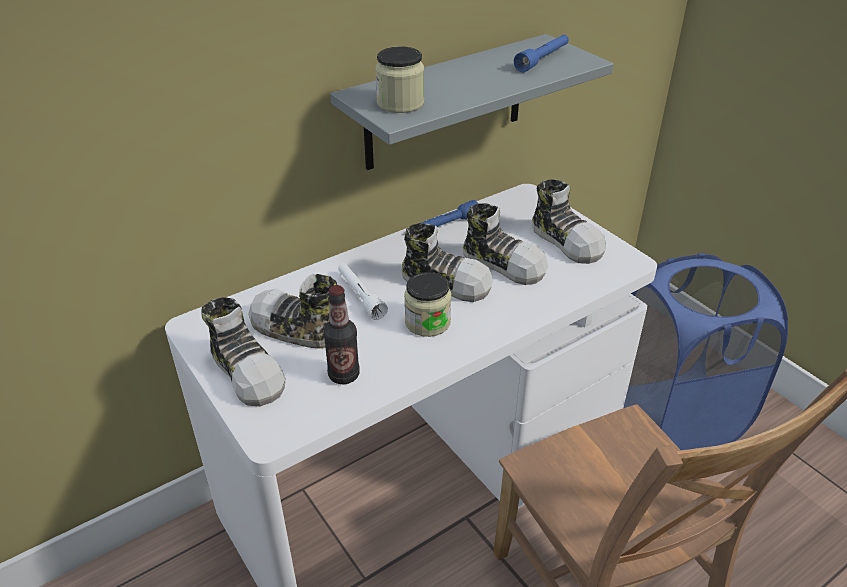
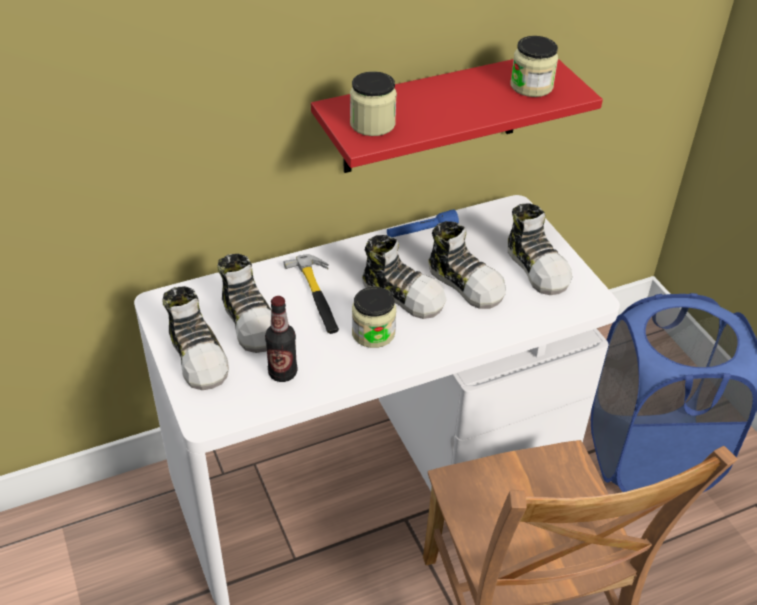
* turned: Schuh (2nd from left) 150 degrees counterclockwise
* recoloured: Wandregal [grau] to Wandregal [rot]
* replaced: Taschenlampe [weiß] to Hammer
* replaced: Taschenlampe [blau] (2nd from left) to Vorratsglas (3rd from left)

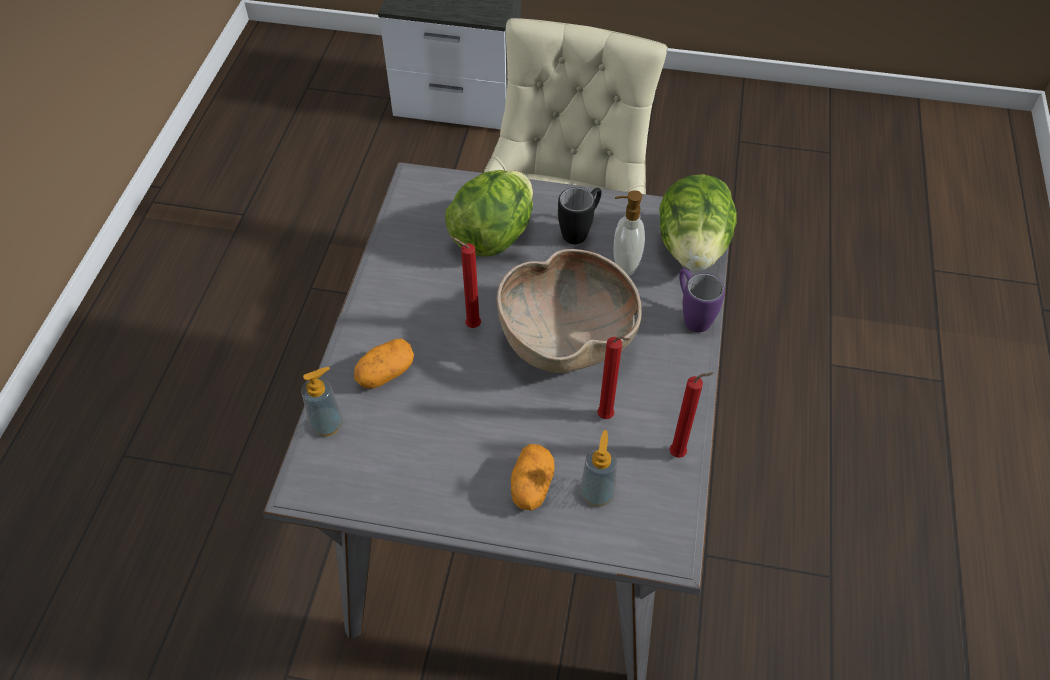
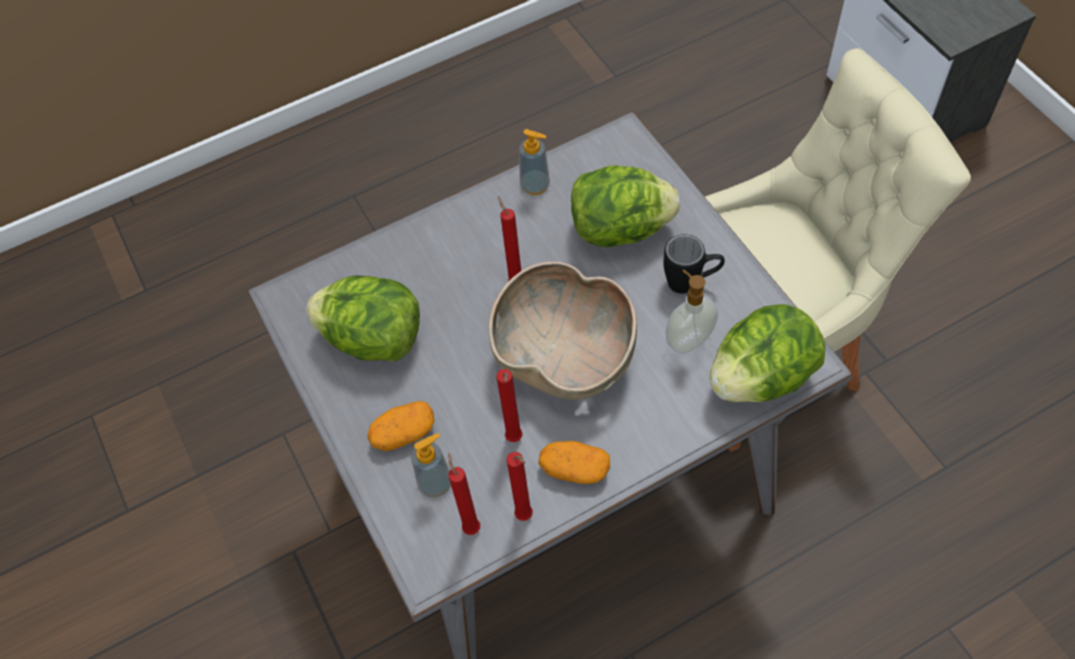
* moved: Seifenspender (1st from left in the first image) to Seifenspender (2nd from left)
* moved: Kartoffel (1st from left in the first image) to Kartoffel (2nd from left)
* removed: Henkelbecher [lila]
* added: Salatkopf (1st from left)
* added: Kerze [rot] (1st from left)

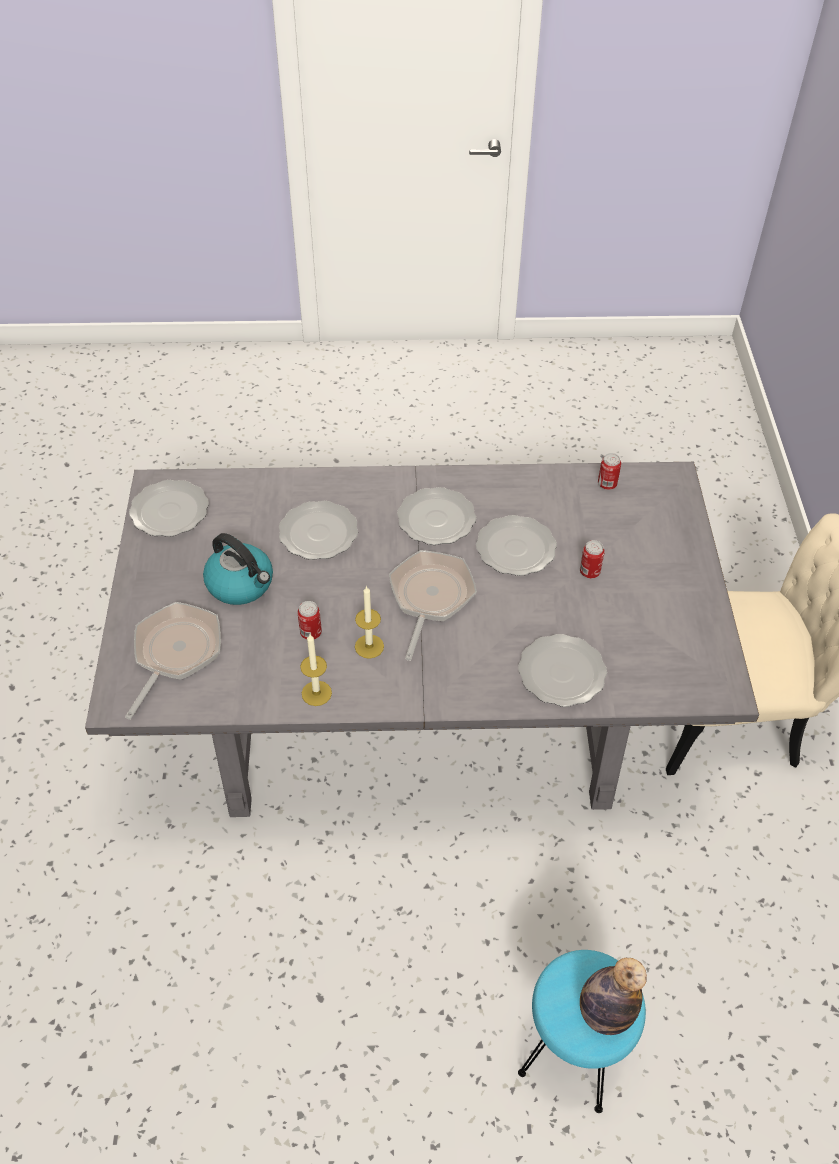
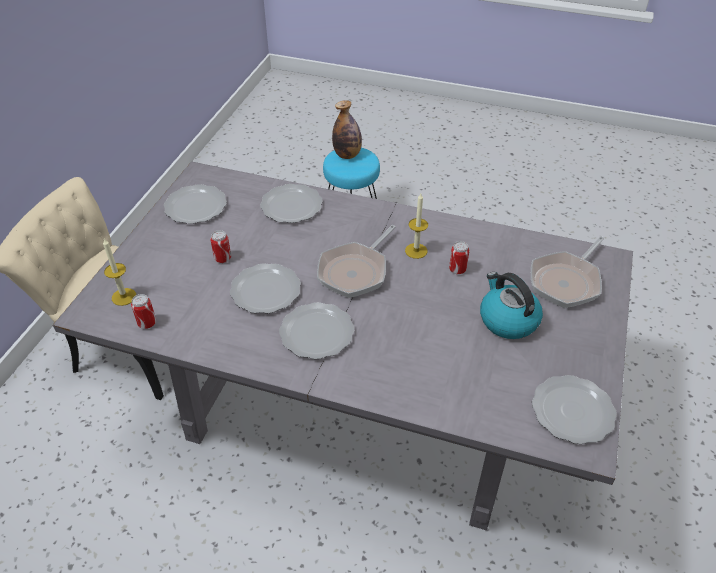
* moved: Teller (2nd from left in the first image) to Teller (1st from left)
* moved: Kerze (1st from left)

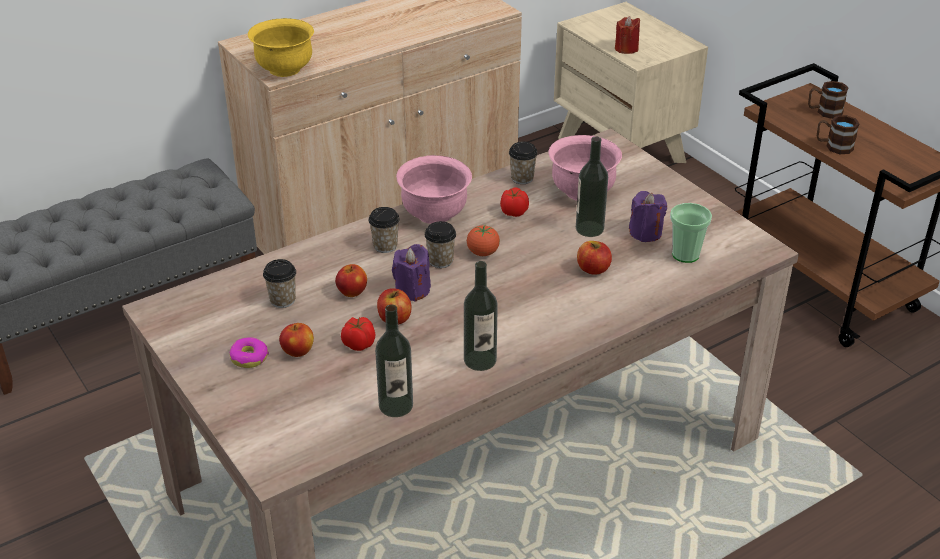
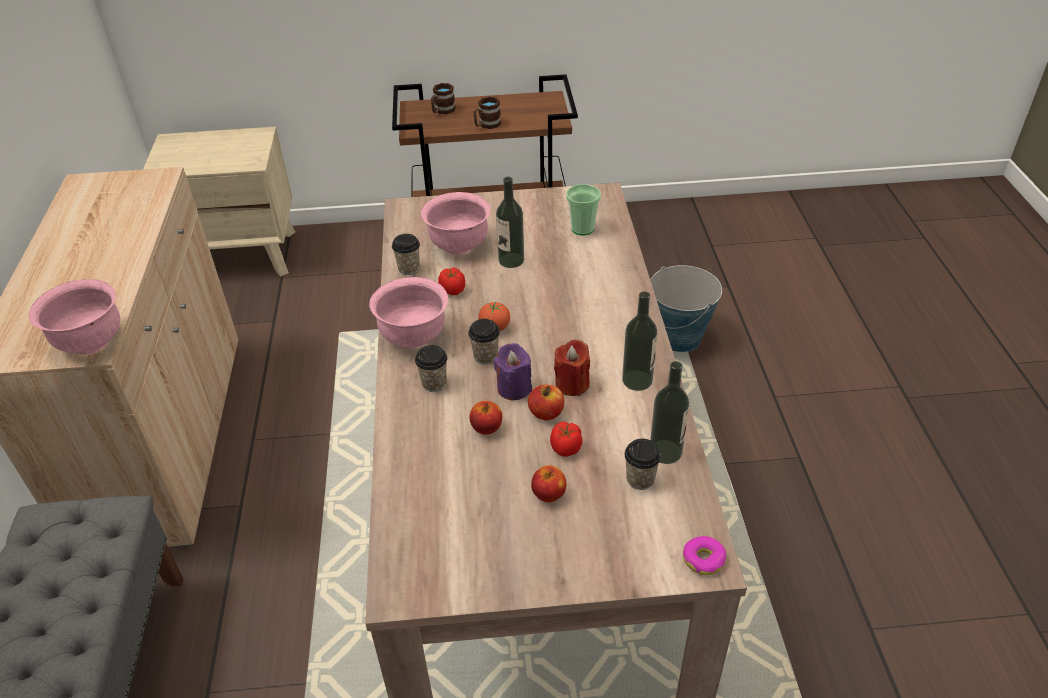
* moved: Donut
* recoloured: Schüssel [gelb] to Schüssel [rosa] (1st from left)
* moved: Tasse (1st from left in the first image) to Tasse (5th from left)
* removed: Apfel (4th from left)
* moved: Kerze [rot]
* removed: Kerze [lila] (2nd from left)
* added: Eimer

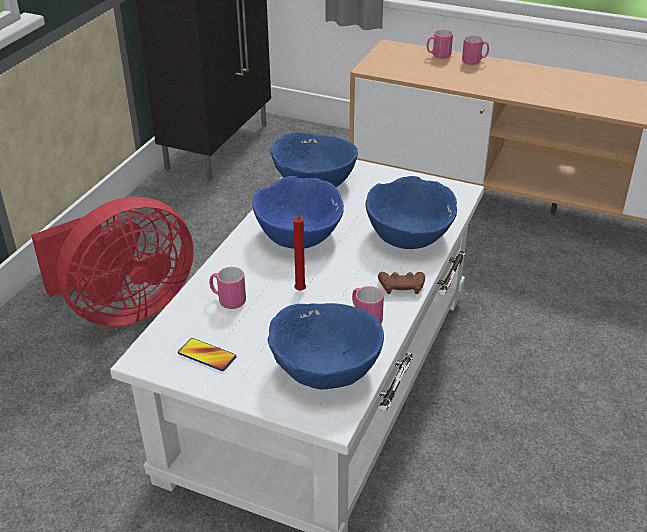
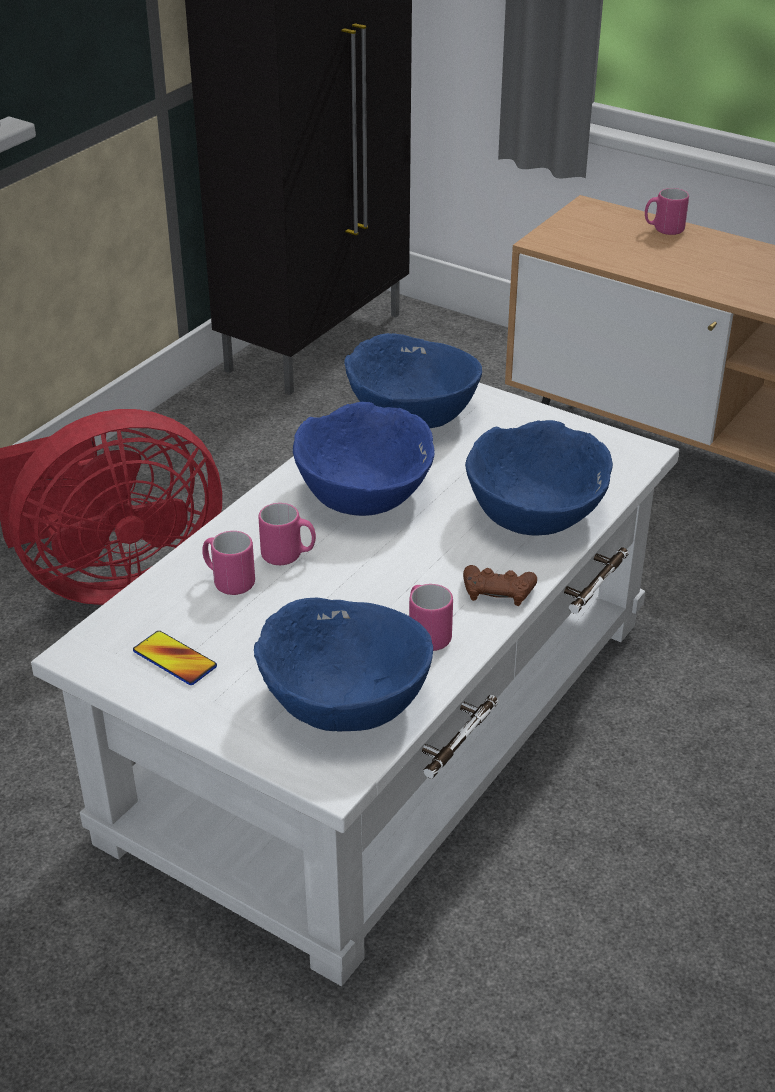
* removed: Kerze [rot]
* moved: Henkelbecher [rosa] (4th from left in the first image) to Henkelbecher [rosa] (2nd from left)

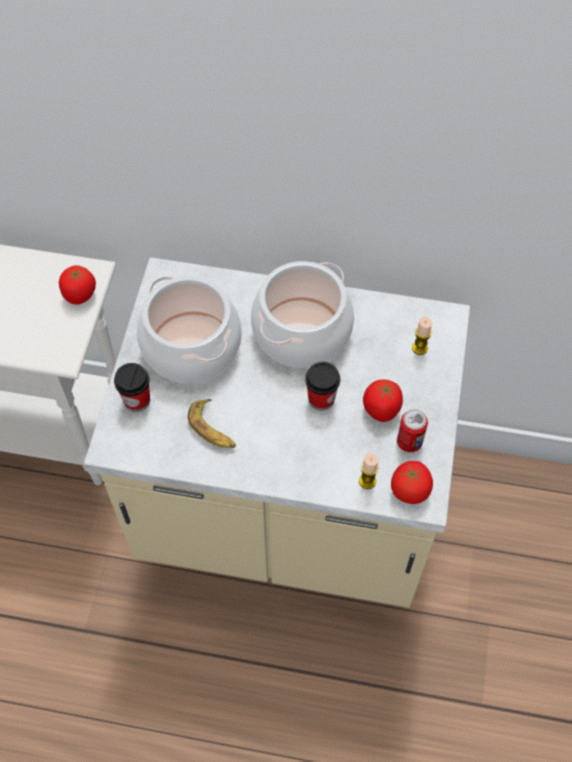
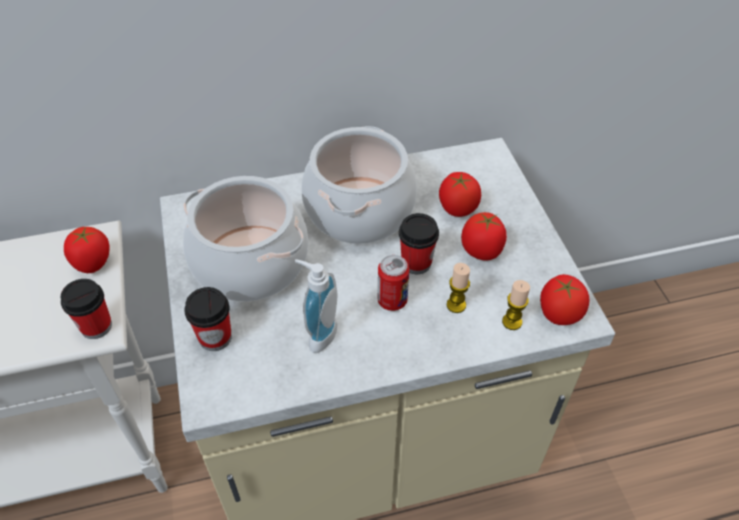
* replaced: Banane to Seifenspender
* moved: Dose
* moved: Kerze (2nd from left in the first image) to Kerze (1st from left)
* added: Tasse (1st from left)
* added: Tomate (2nd from left)

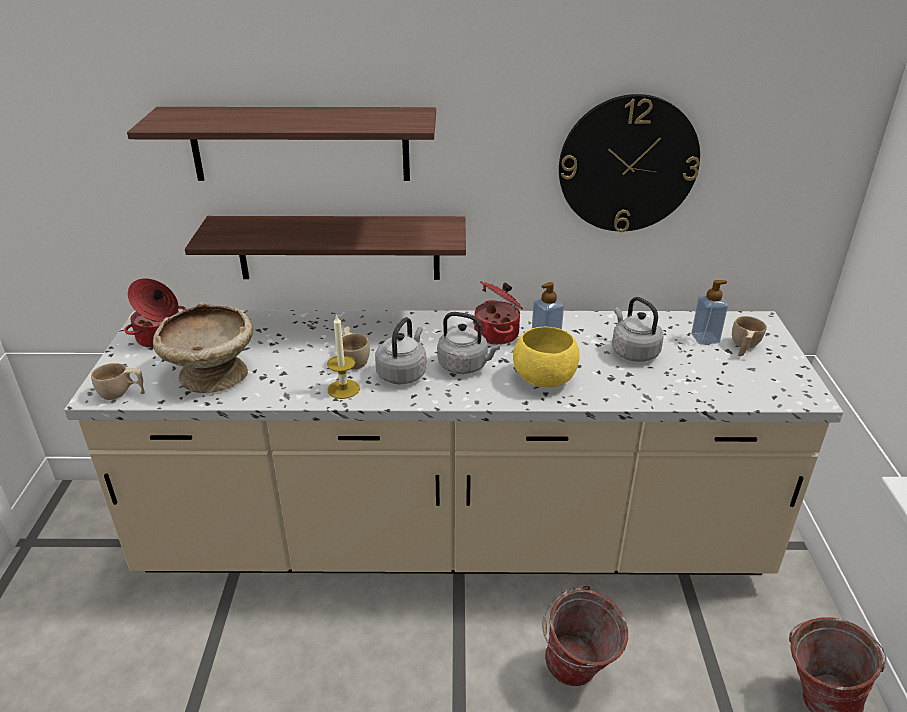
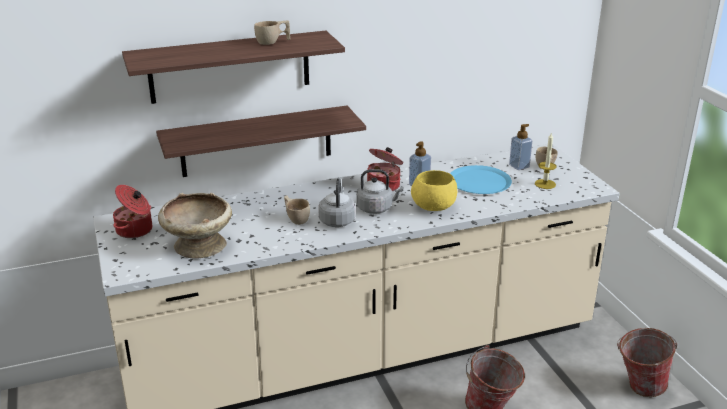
* moved: Tasse [beige] (1st from left)
* moved: Kerze
* removed: Wanduhr
* replaced: Wasserkessel [grau] (3rd from left) to Teller [blau]

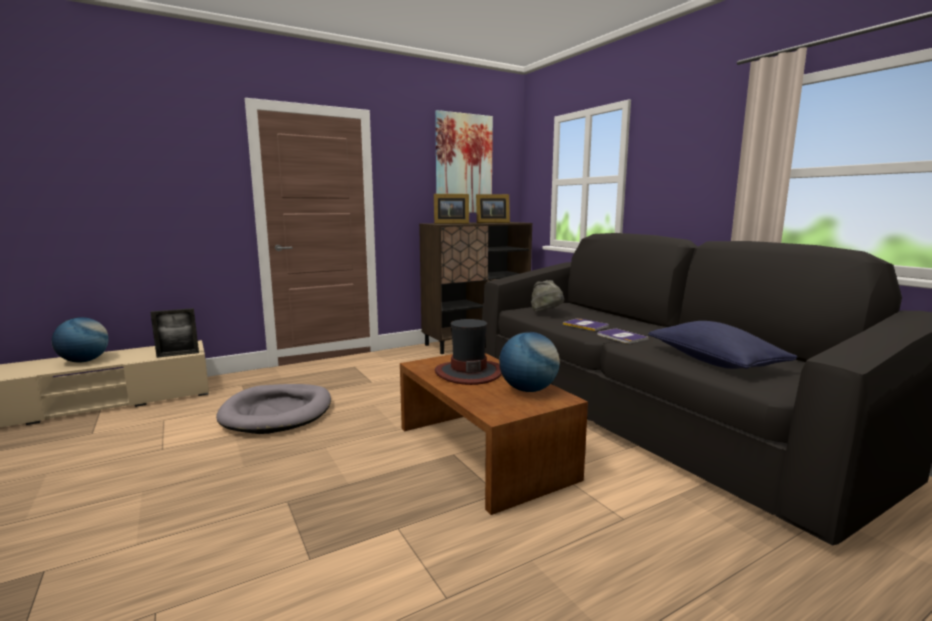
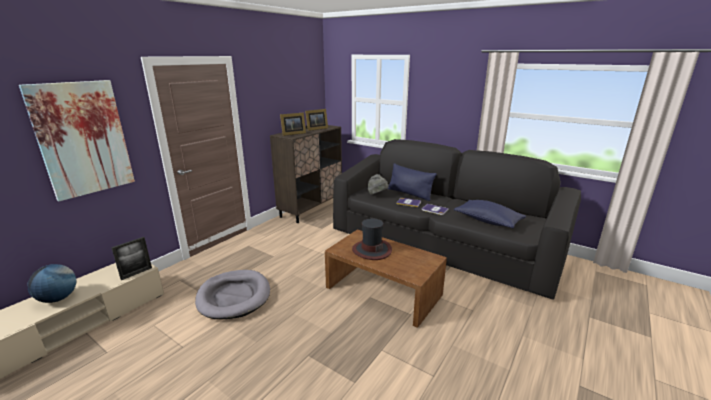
* moved: Bild
* removed: Globus (2nd from left)
* added: Kissen [blau] (1st from left)

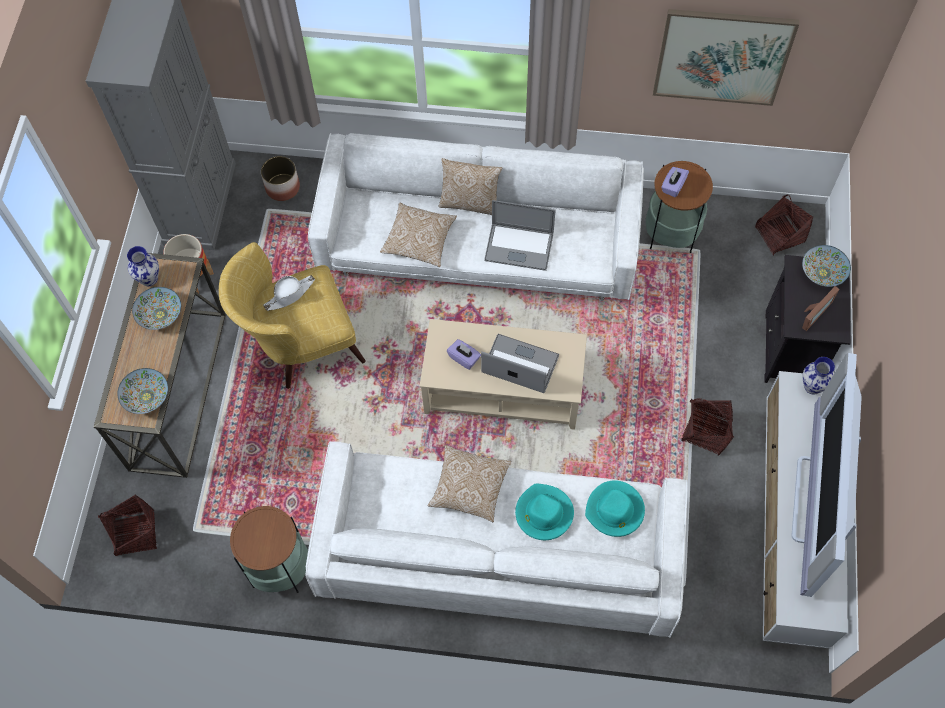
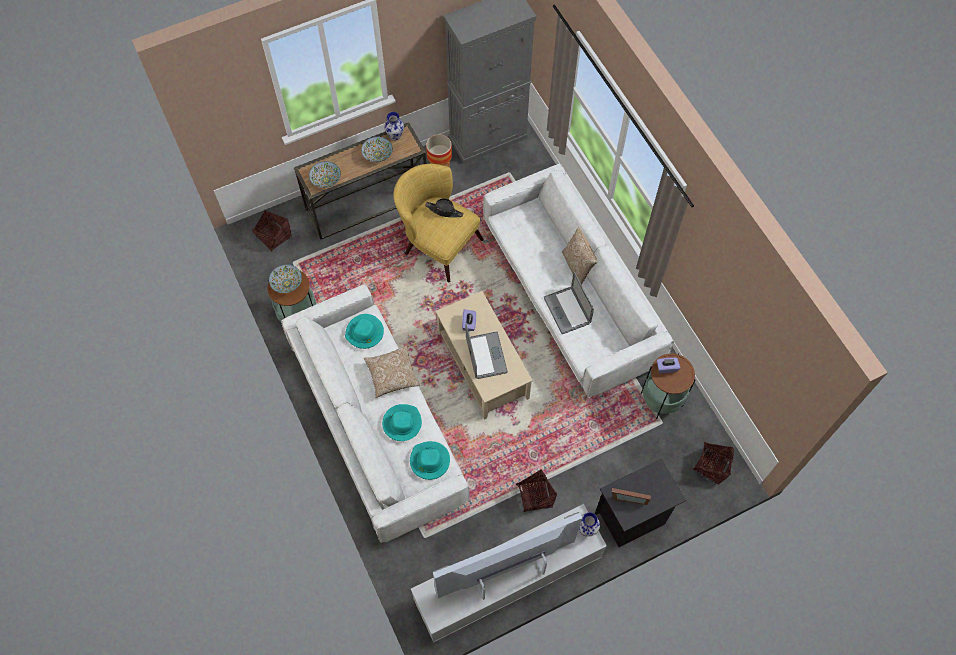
* removed: Pflanzkübel (2nd from left)
* recoloured: Hut [weiß] to Hut [schwarz]
* removed: Kissen (1st from left)
* removed: Bild
* moved: Schüssel (3rd from left in the first image) to Schüssel (1st from left)
* added: Hut [türkis] (1st from left)

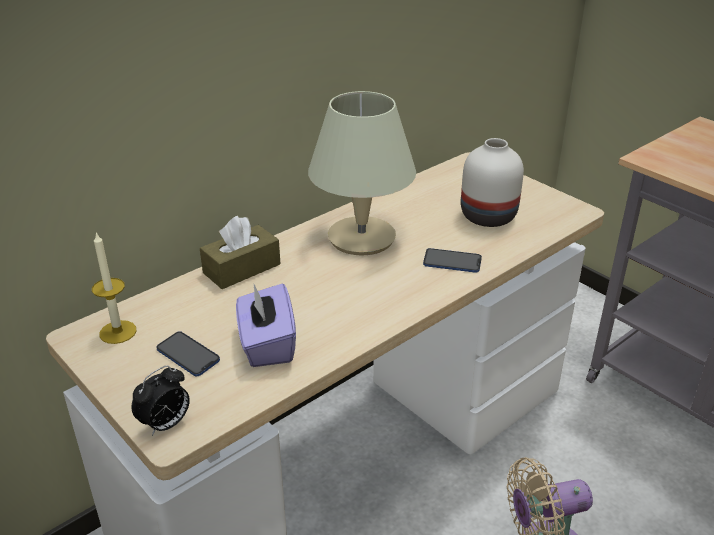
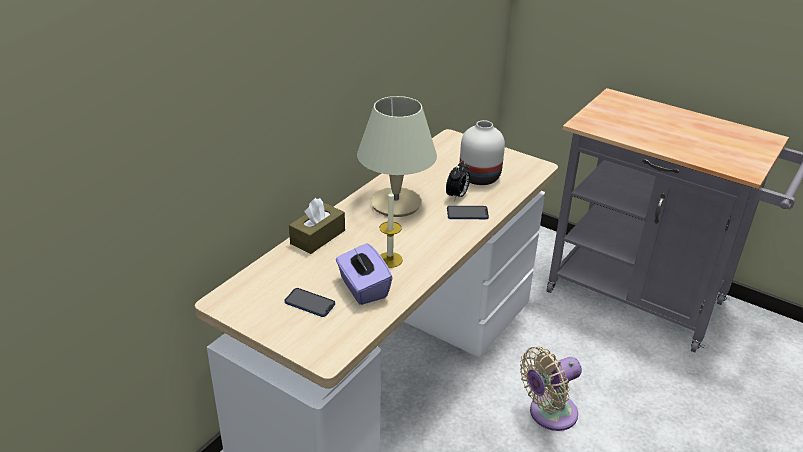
* moved: Kerze
* moved: Wecker

